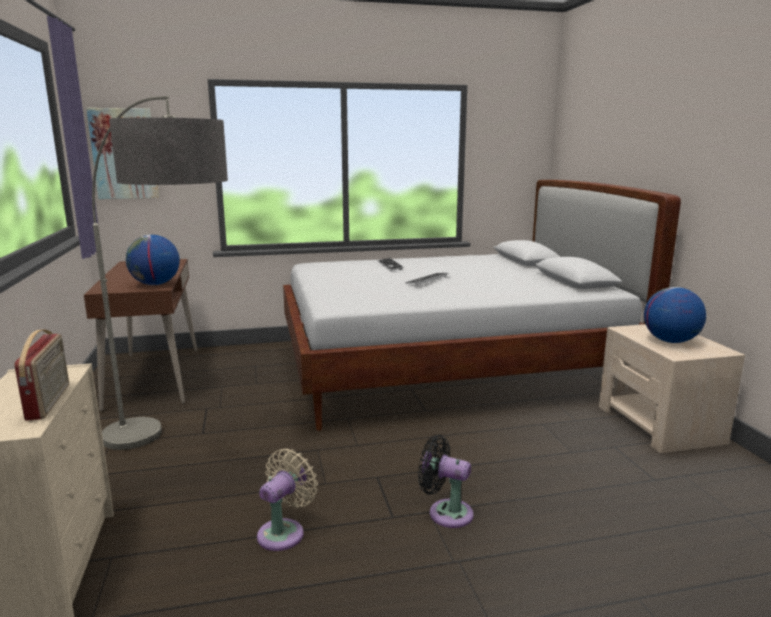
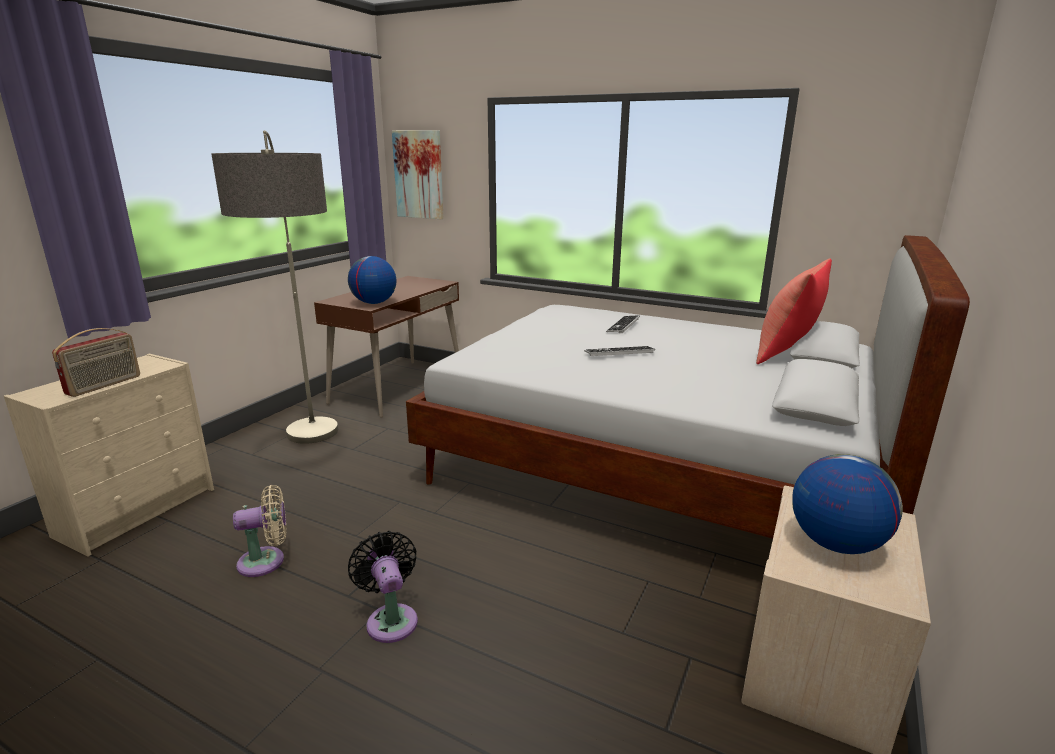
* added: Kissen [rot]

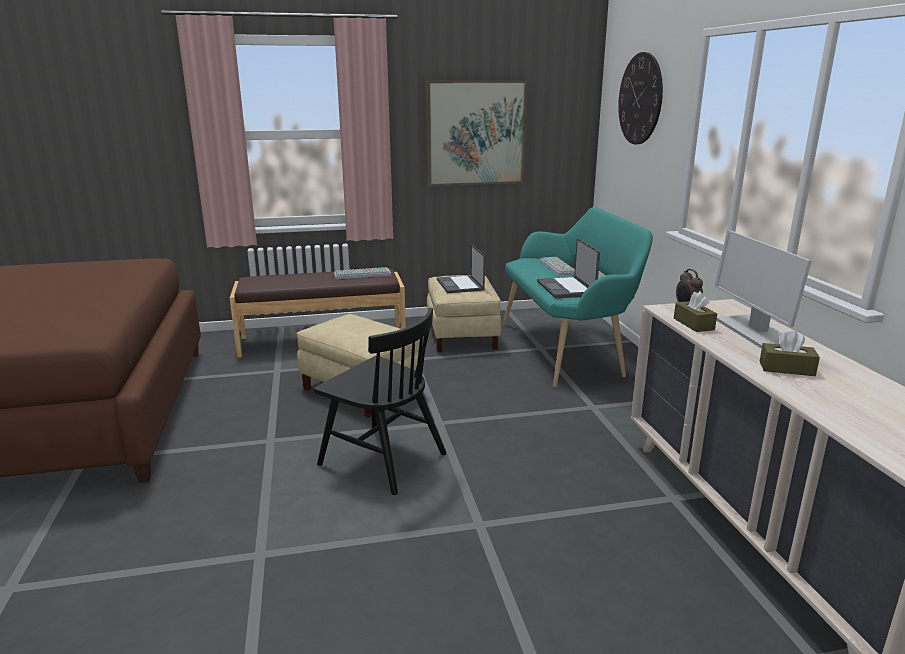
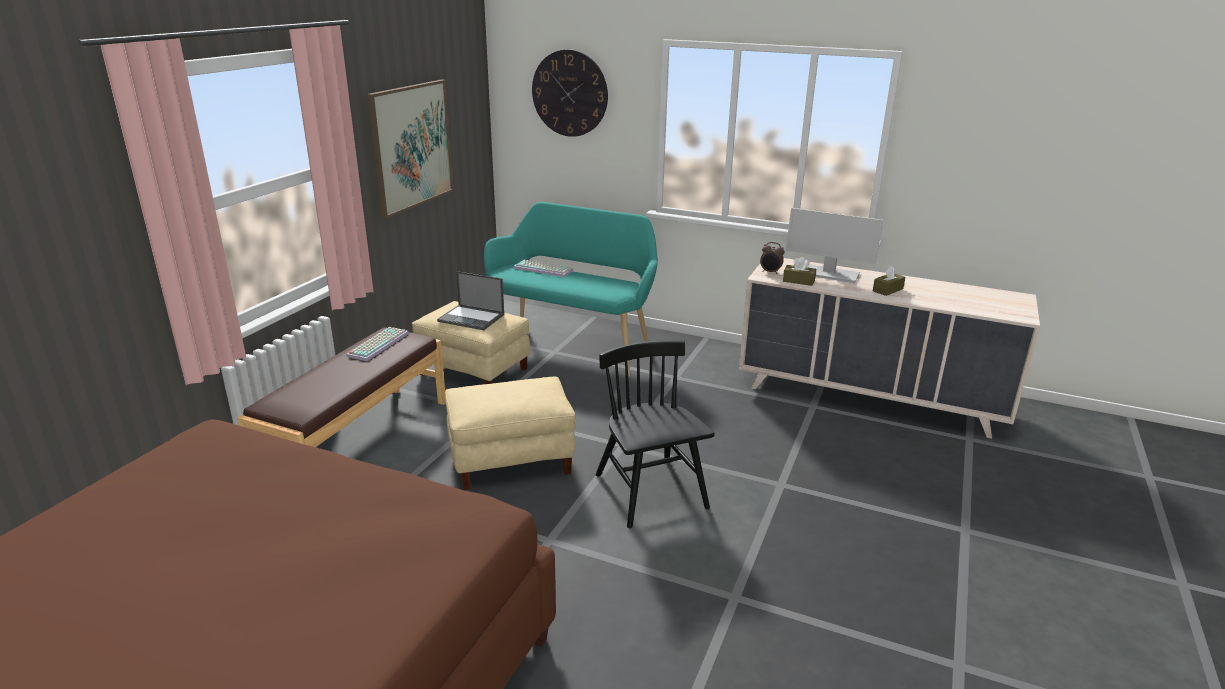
* turned: Stuhl [schwarz] 90 degrees counterclockwise
* removed: Laptop (2nd from left)

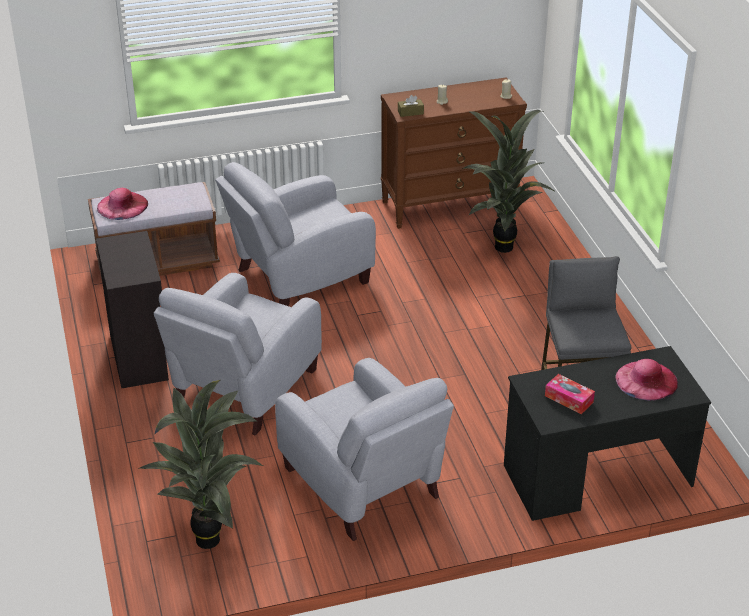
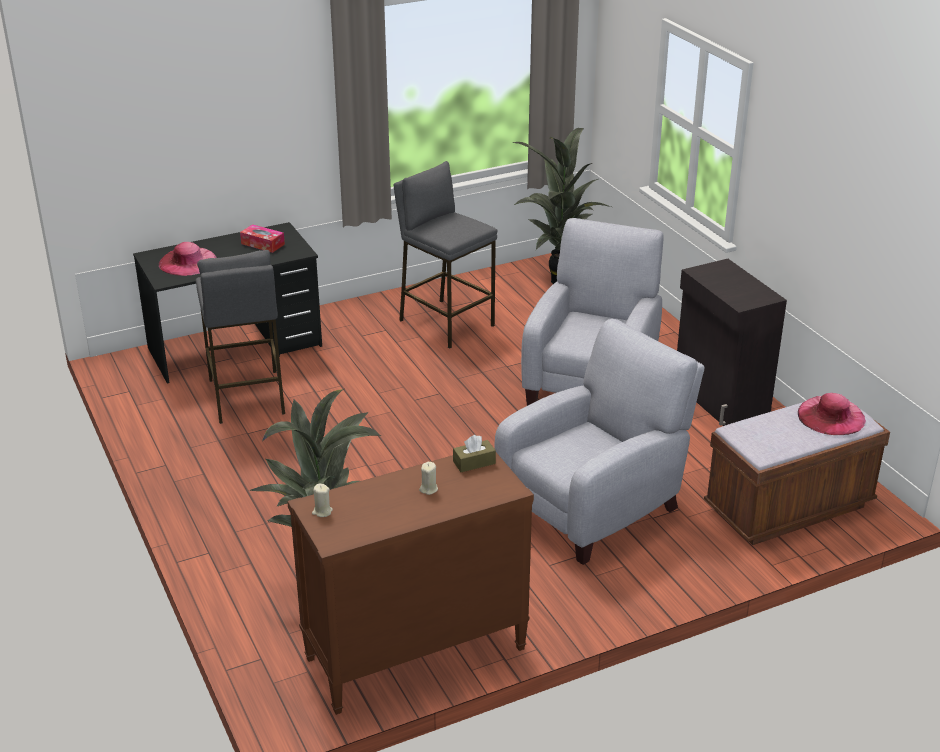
* replaced: Sessel [grau] (3rd from left) to Hocker [grau] (2nd from left)

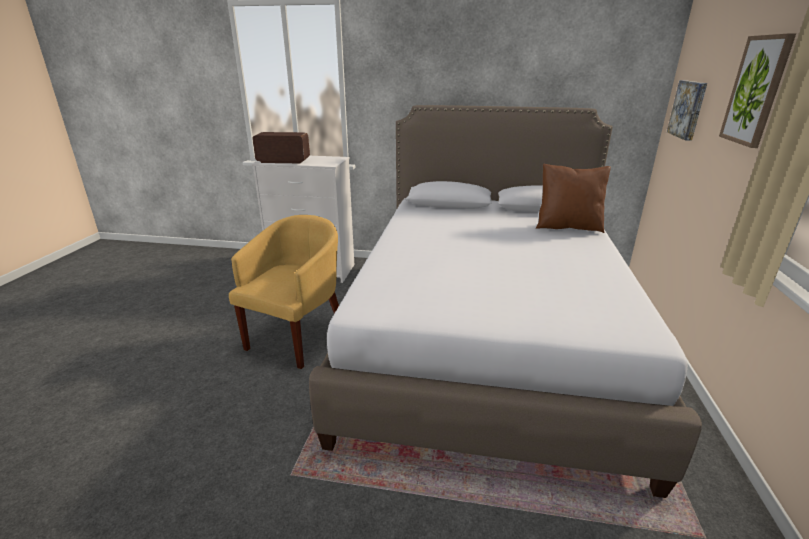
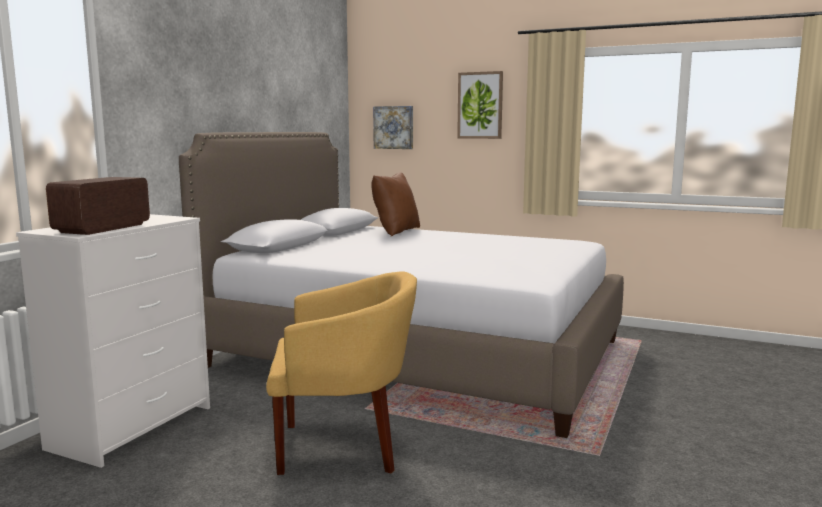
* turned: Sessel [gelb] 135 degrees clockwise

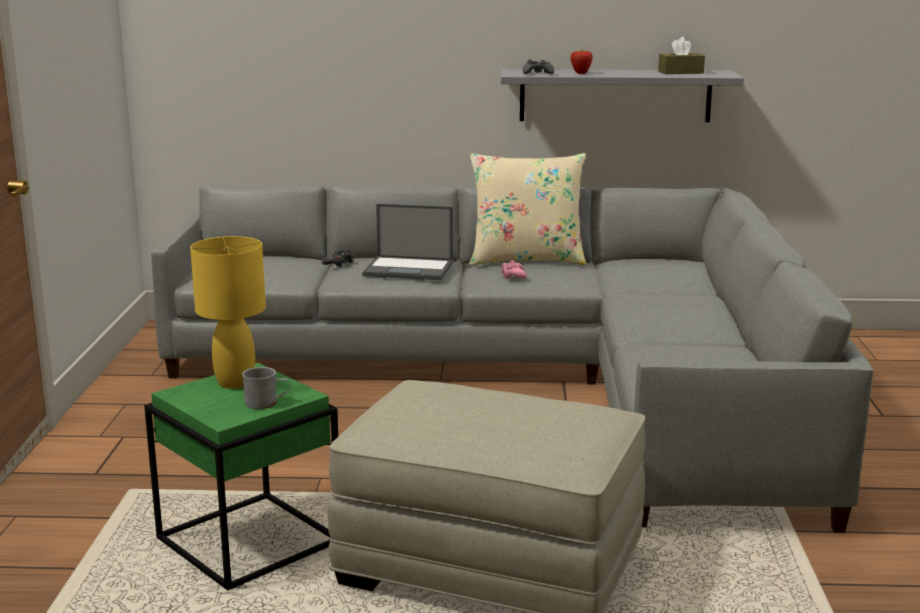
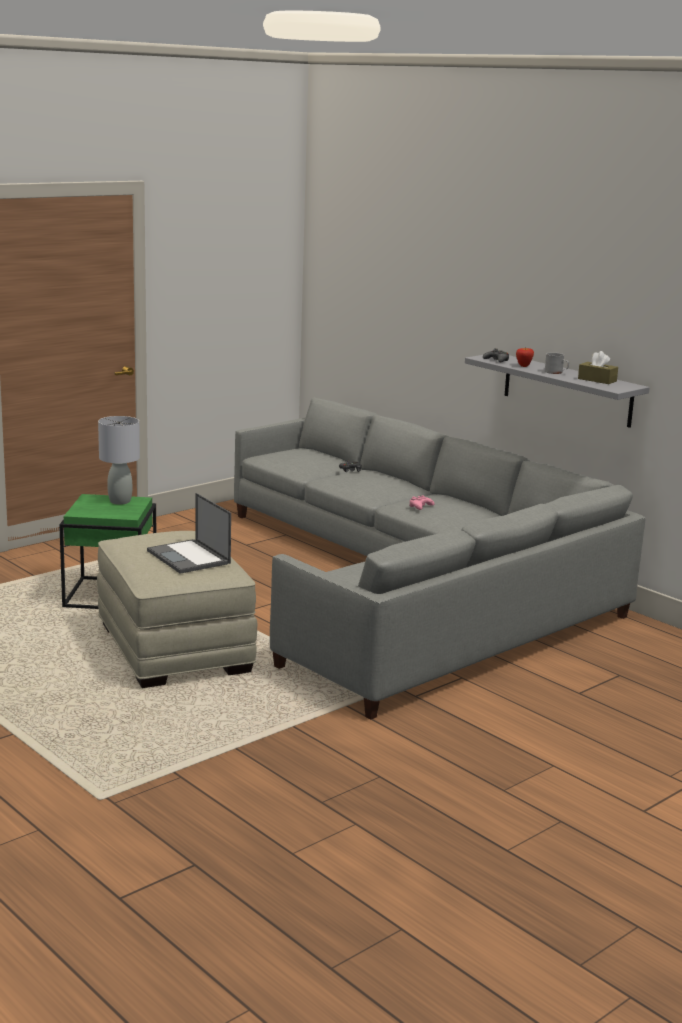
* recoloured: Tischlampe [gelb] to Tischlampe [grau]
* moved: Henkelbecher [grau]
* moved: Laptop
* removed: Kissen [beige]

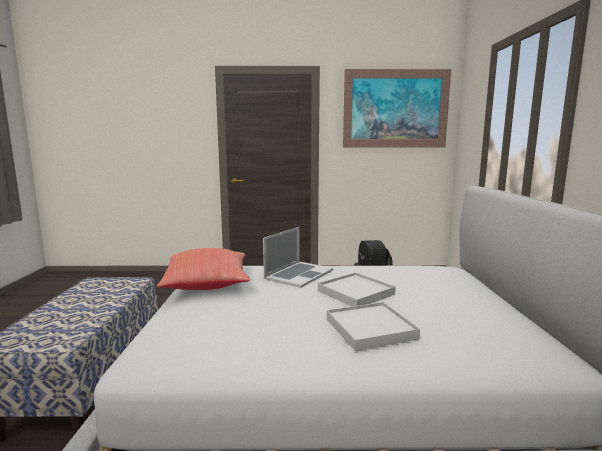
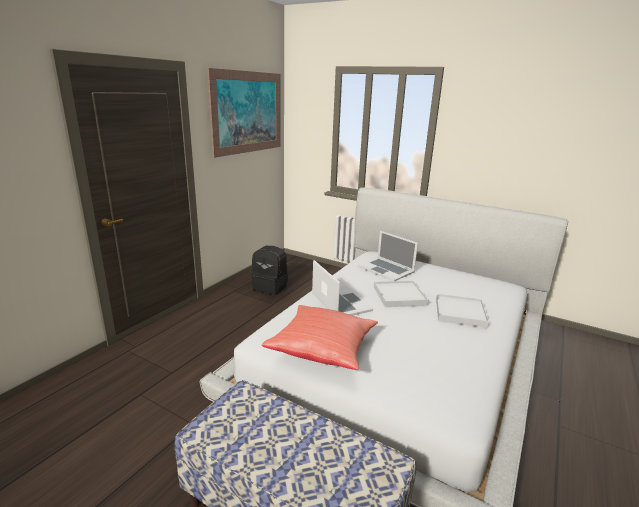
* added: Laptop (2nd from left)

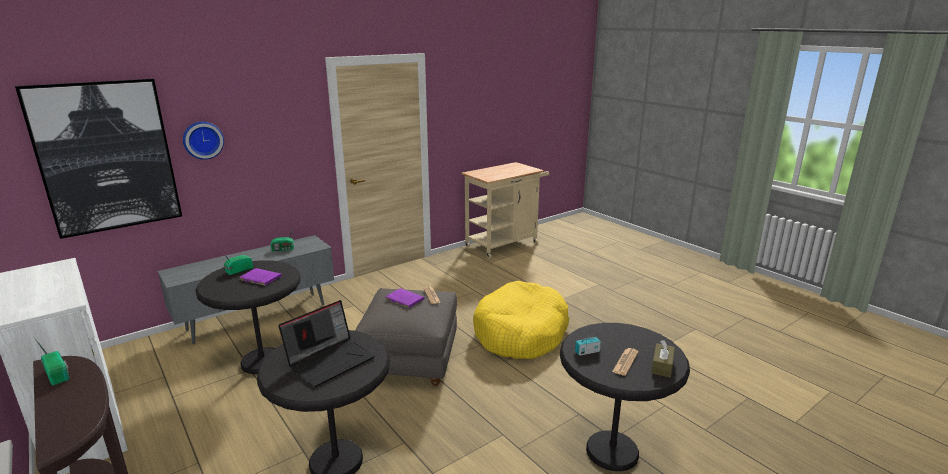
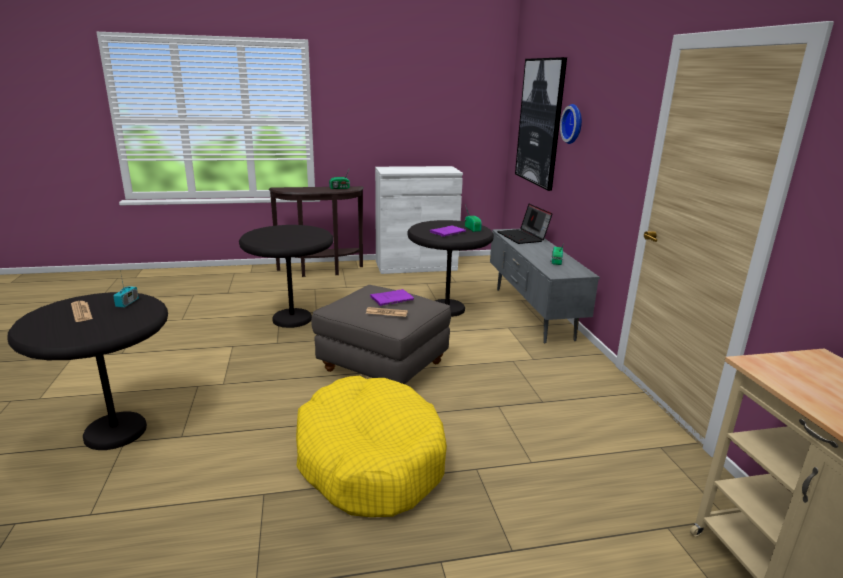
* moved: Laptop
* removed: Taschentuchbox [braun]

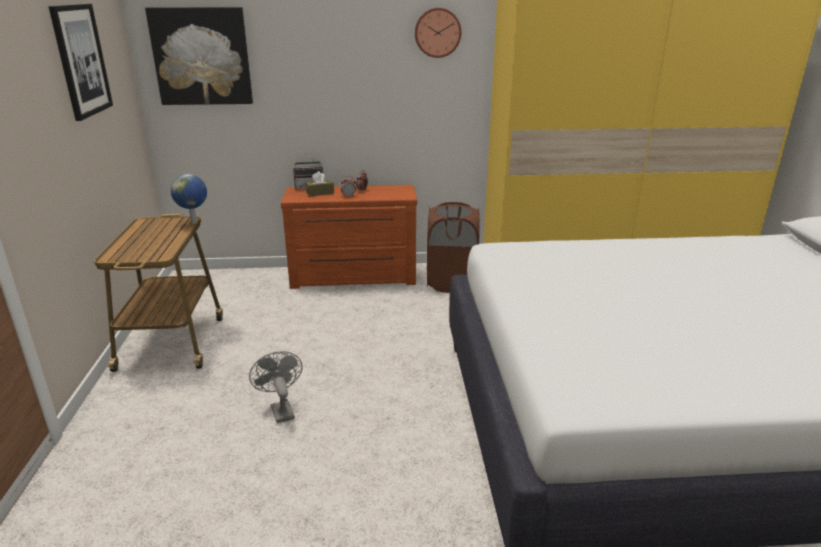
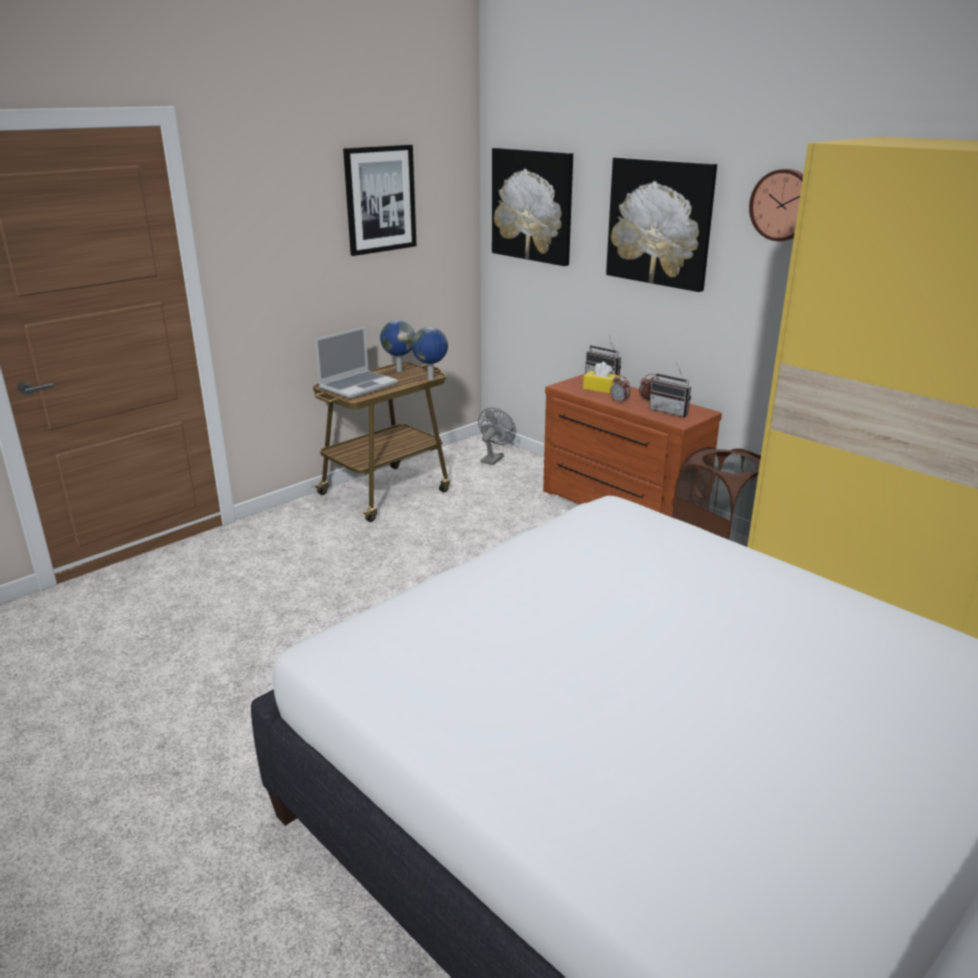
* moved: Ventilator [grau]
* recoloured: Taschentuchbox [braun] to Taschentuchbox [gelb]
* added: Laptop
* added: Globus (1st from left)
* added: Bild (3rd from left)
* added: Radio (2nd from left)

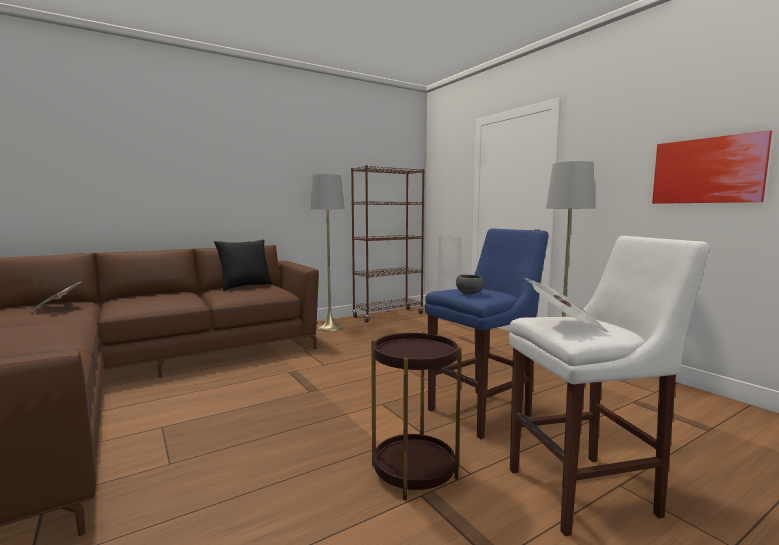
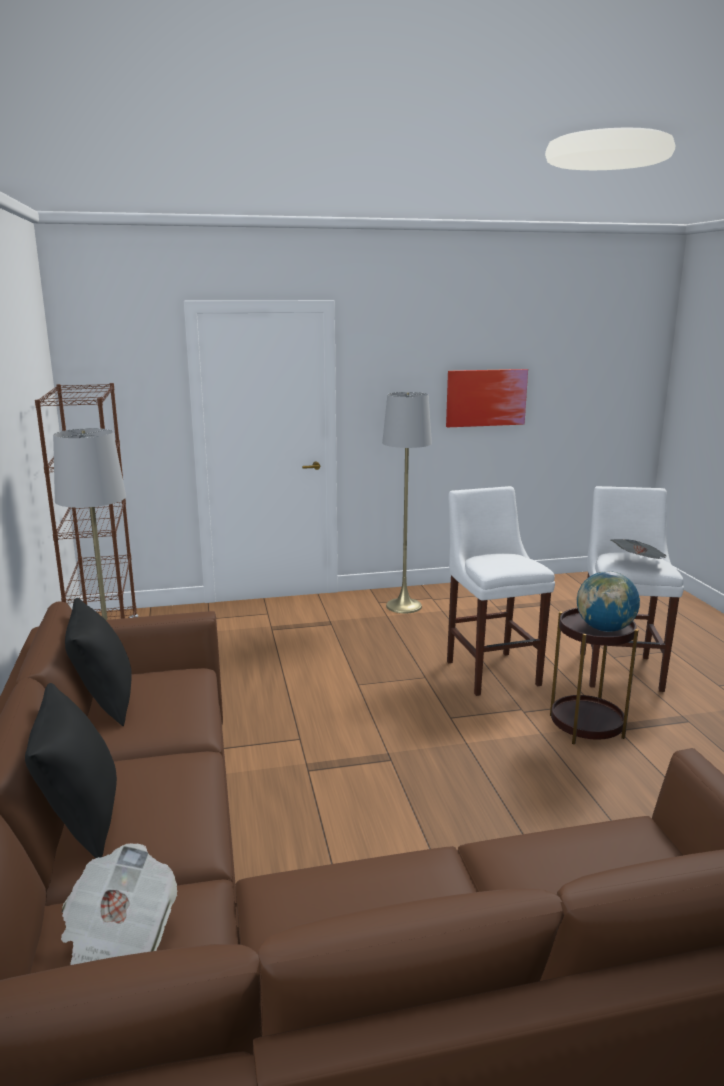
* recoloured: Hocker [blau] to Hocker [weiß] (1st from left)
* removed: Schüssel [grau]
* added: Kissen [schwarz] (1st from left)
* added: Globus

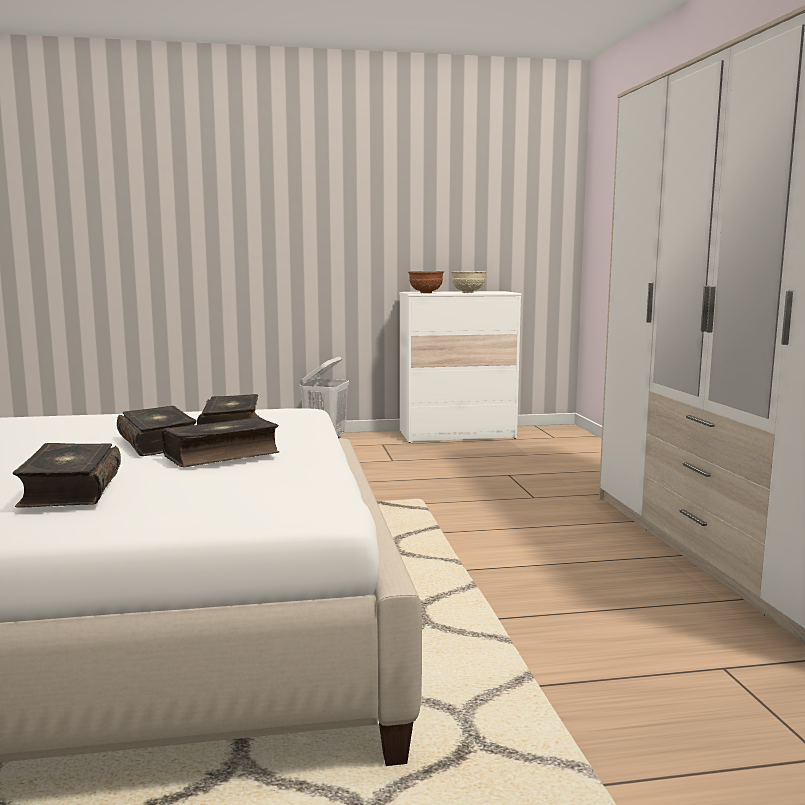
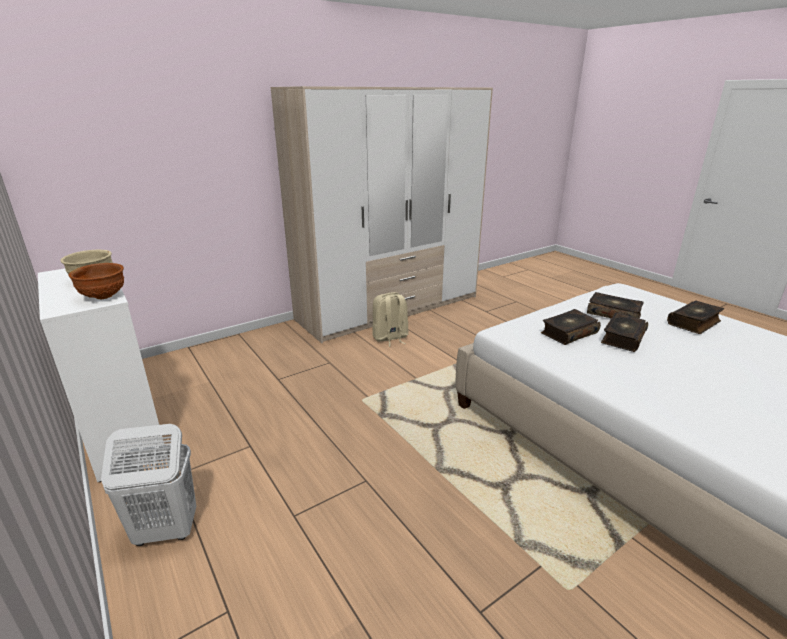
* added: Rucksack [beige]

